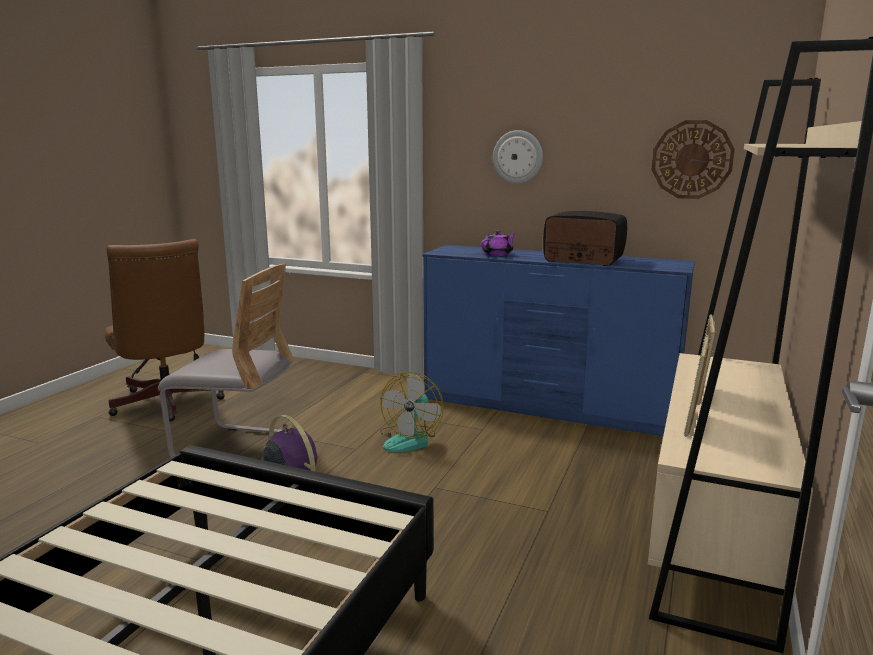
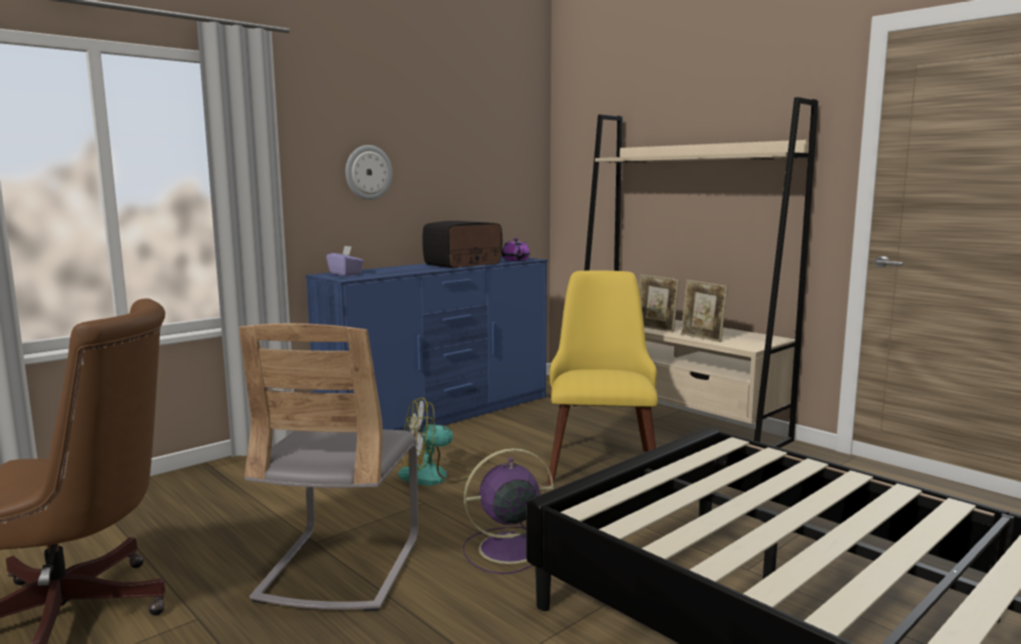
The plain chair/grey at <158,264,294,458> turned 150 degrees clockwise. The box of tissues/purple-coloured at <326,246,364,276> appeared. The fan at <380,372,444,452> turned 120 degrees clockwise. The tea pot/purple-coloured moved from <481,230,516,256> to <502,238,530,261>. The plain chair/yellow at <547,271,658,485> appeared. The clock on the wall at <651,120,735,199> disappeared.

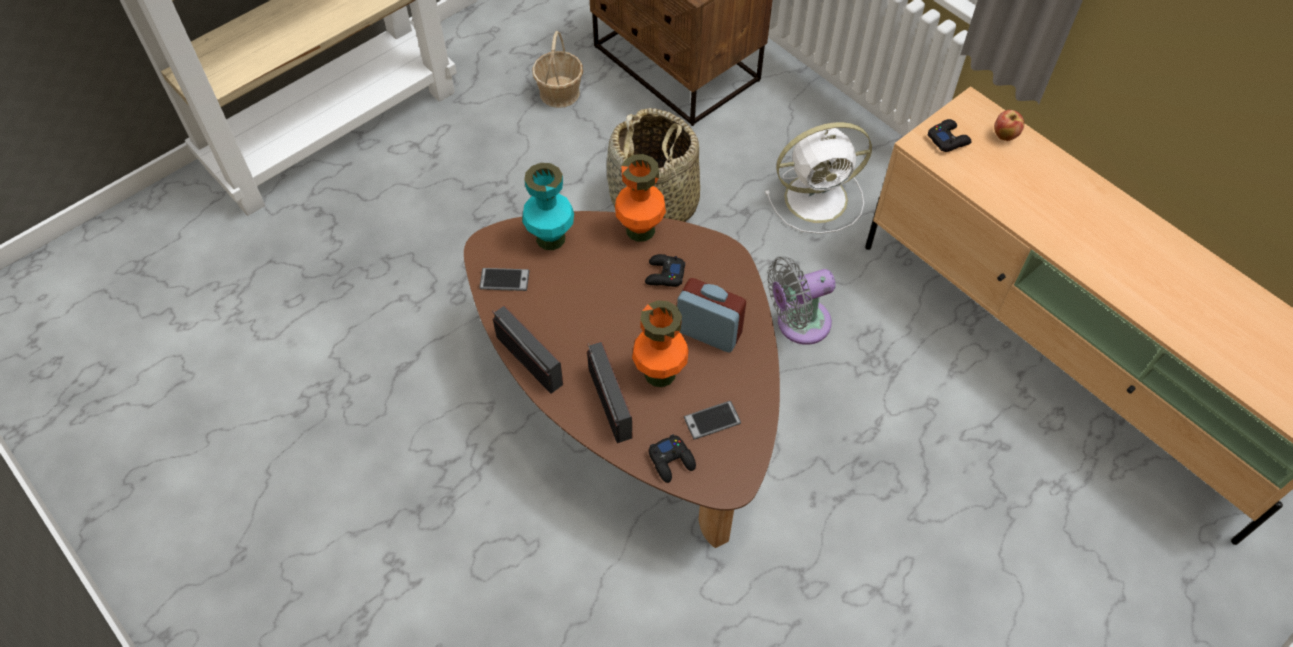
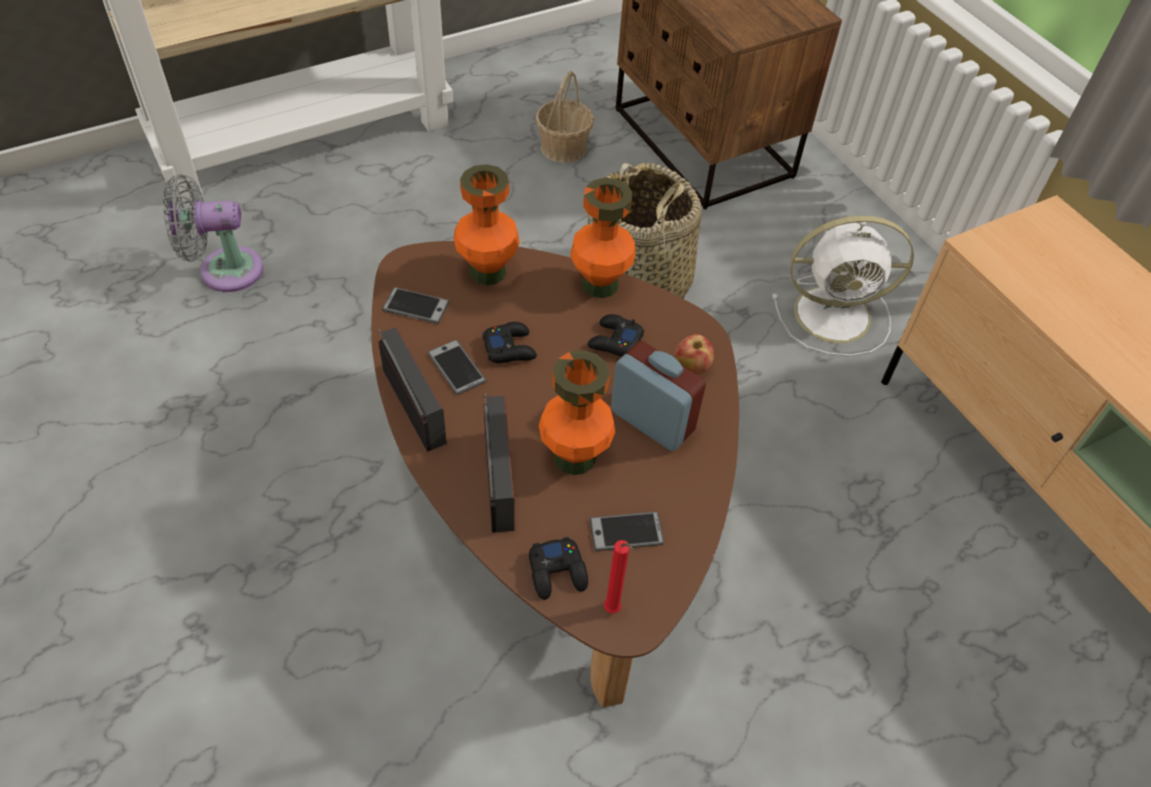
The fan/grey moved from <767,256,836,345> to <163,174,263,292>. The handset at <428,340,486,395> appeared. The vase/turquoise-coloured at <522,163,574,250> became the vase/orange-coloured at <454,164,520,285>. The joypad/black moved from <928,119,972,152> to <482,322,537,363>. The wax candle/red-coloured at <604,540,635,614> appeared. The whole apple moved from <994,110,1024,141> to <675,334,714,375>.

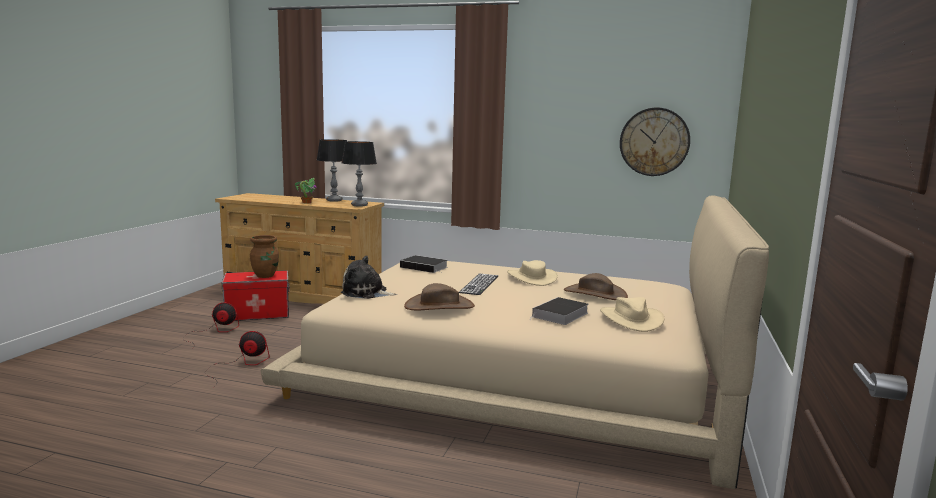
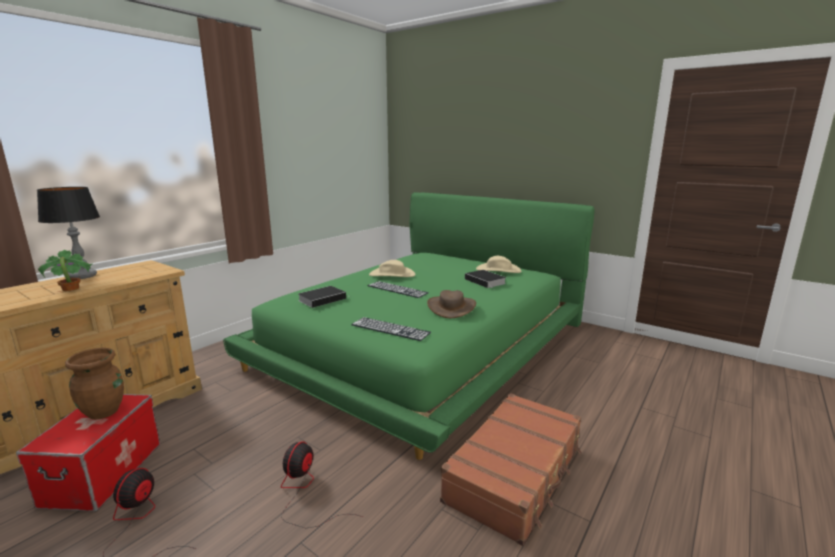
The bedroom bed/beige-coloured at <261,195,769,489> became the bedroom bed/green-coloured at <223,192,594,460>. The cuddly toy at <341,256,398,299> was replaced by the computer keyboard at <351,317,431,341>. The travel case/brown-coloured at <440,393,581,546> appeared. The tabletop lamp at <342,141,377,206> disappeared. The wearable hat/brown-coloured at <564,273,628,300> disappeared. The clock on the wall at <620,107,690,176> disappeared.

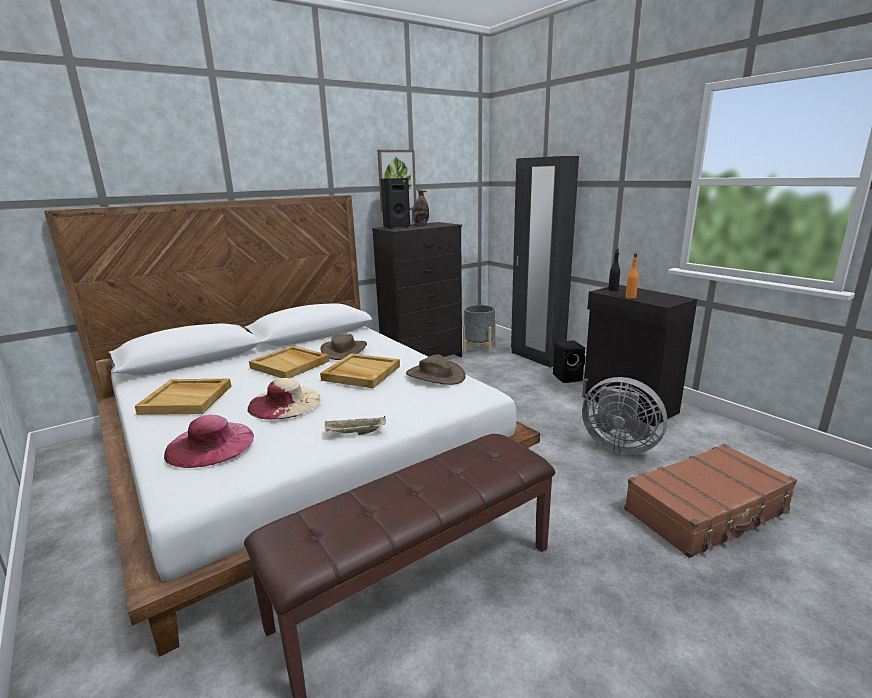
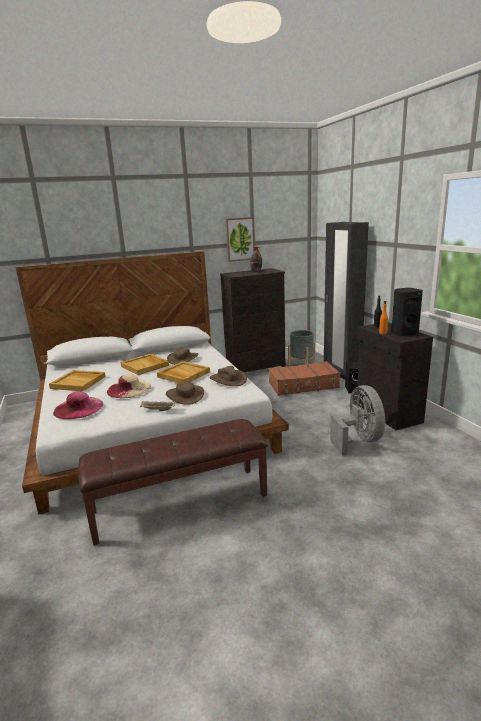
The wearable hat/brown-coloured at <166,382,204,405> appeared. The travel case/brown-coloured moved from <624,444,797,558> to <269,361,340,396>. The fan/grey at <582,377,667,455> turned 150 degrees counterclockwise. The loudspeaker/black moved from <381,178,410,229> to <391,288,423,336>.

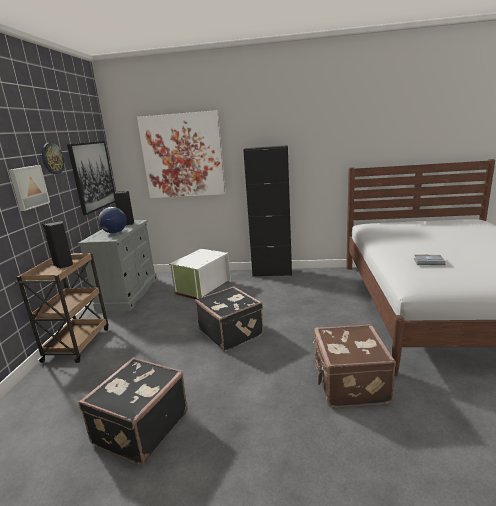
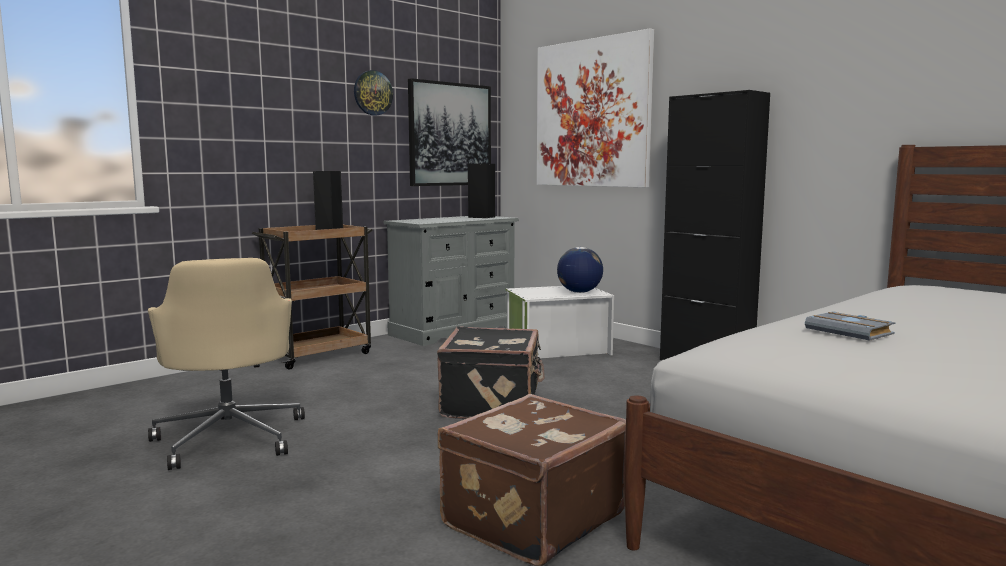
The travel case/black at <78,357,188,465> was replaced by the office chair/beige-coloured at <148,258,305,470>. The world globe moved from <98,207,127,233> to <557,247,603,293>. The wall art at <9,165,50,211> disappeared.

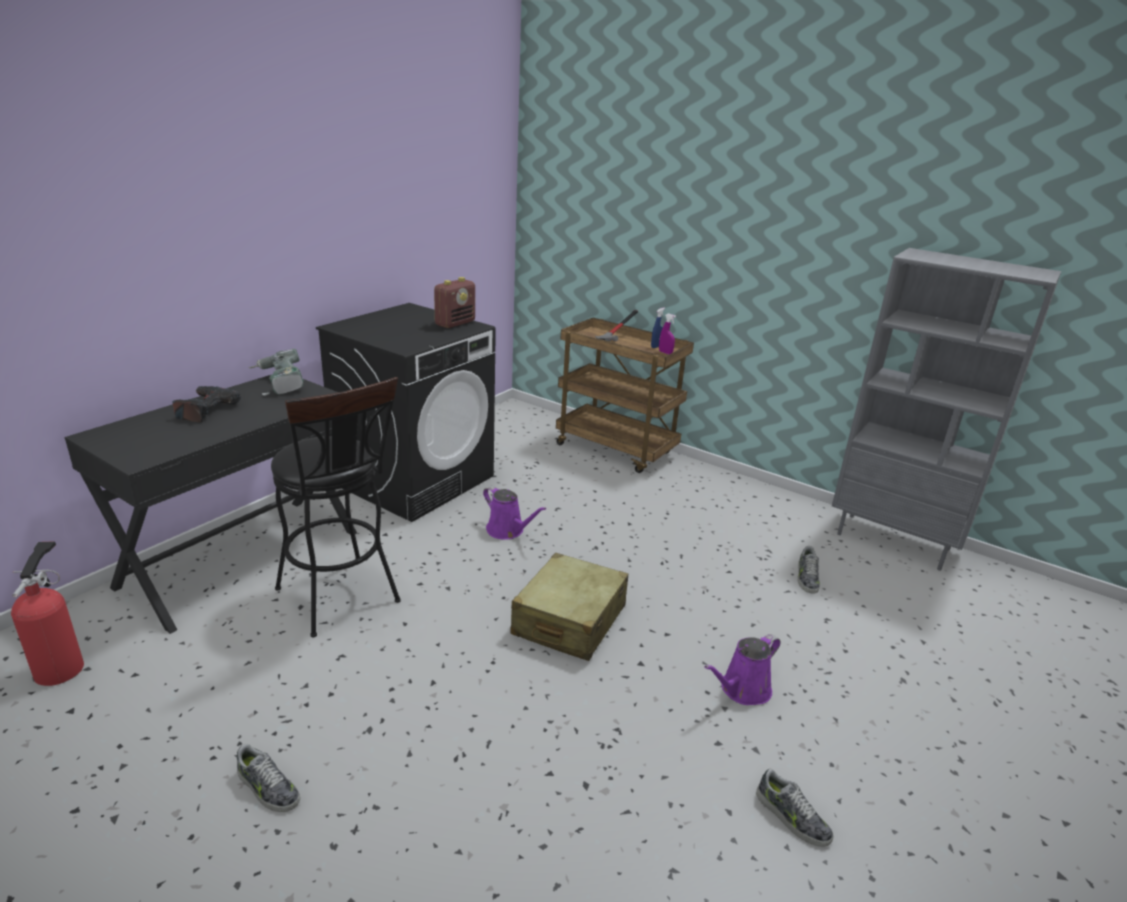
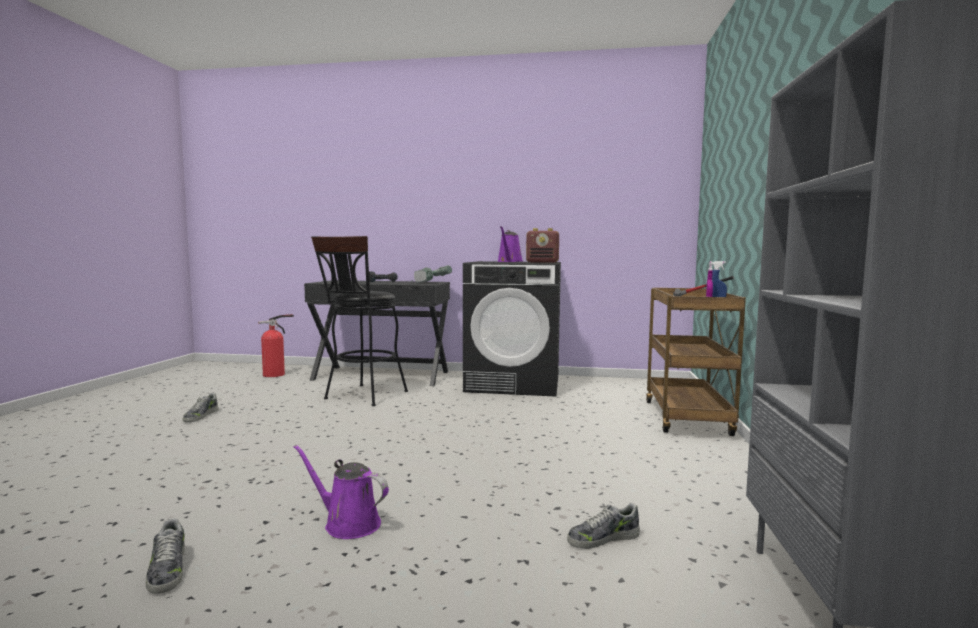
The item of footwear at <756,769,834,847> turned 45 degrees counterclockwise. The sprinkling can/purple-coloured moved from <483,486,546,540> to <497,226,523,262>. The travel case/beige-coloured at <511,553,628,661> disappeared.

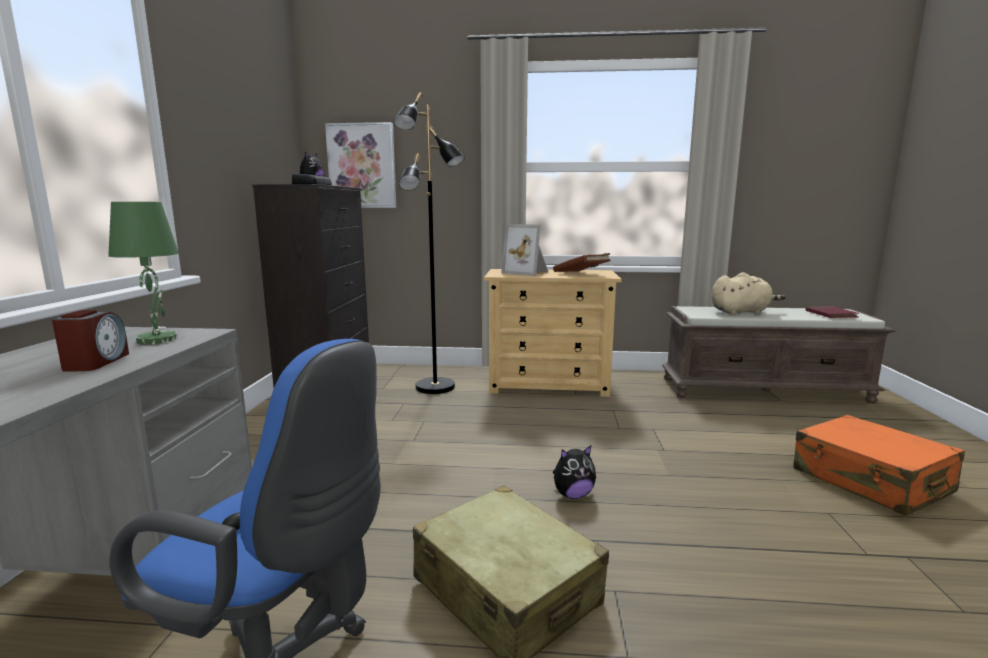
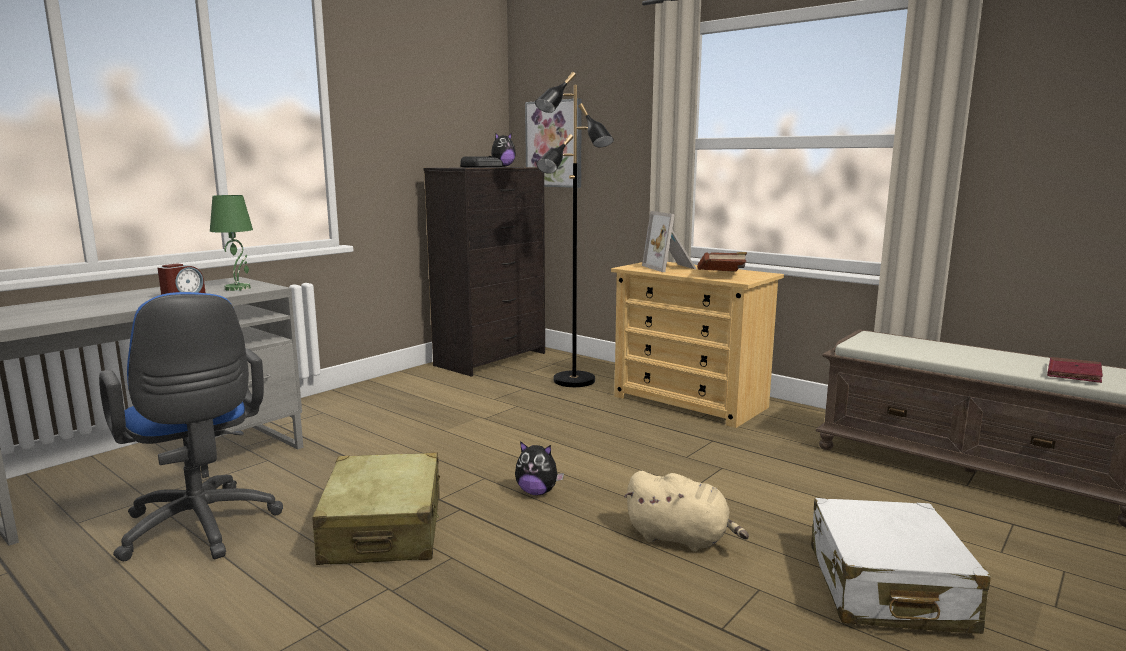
The cuddly toy/beige-coloured moved from <711,272,786,315> to <624,471,749,551>. The travel case/orange-coloured at <793,415,965,516> became the travel case/white at <811,498,991,634>.

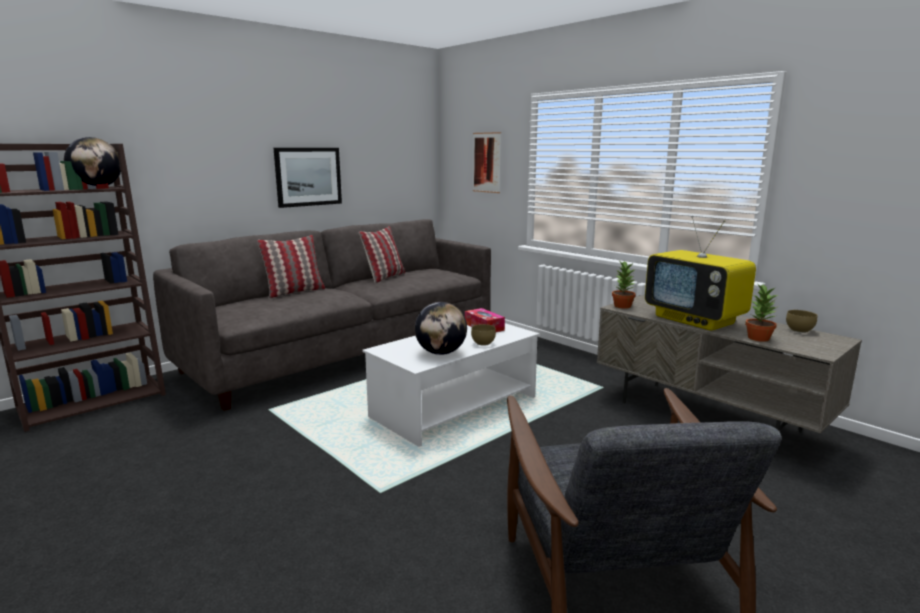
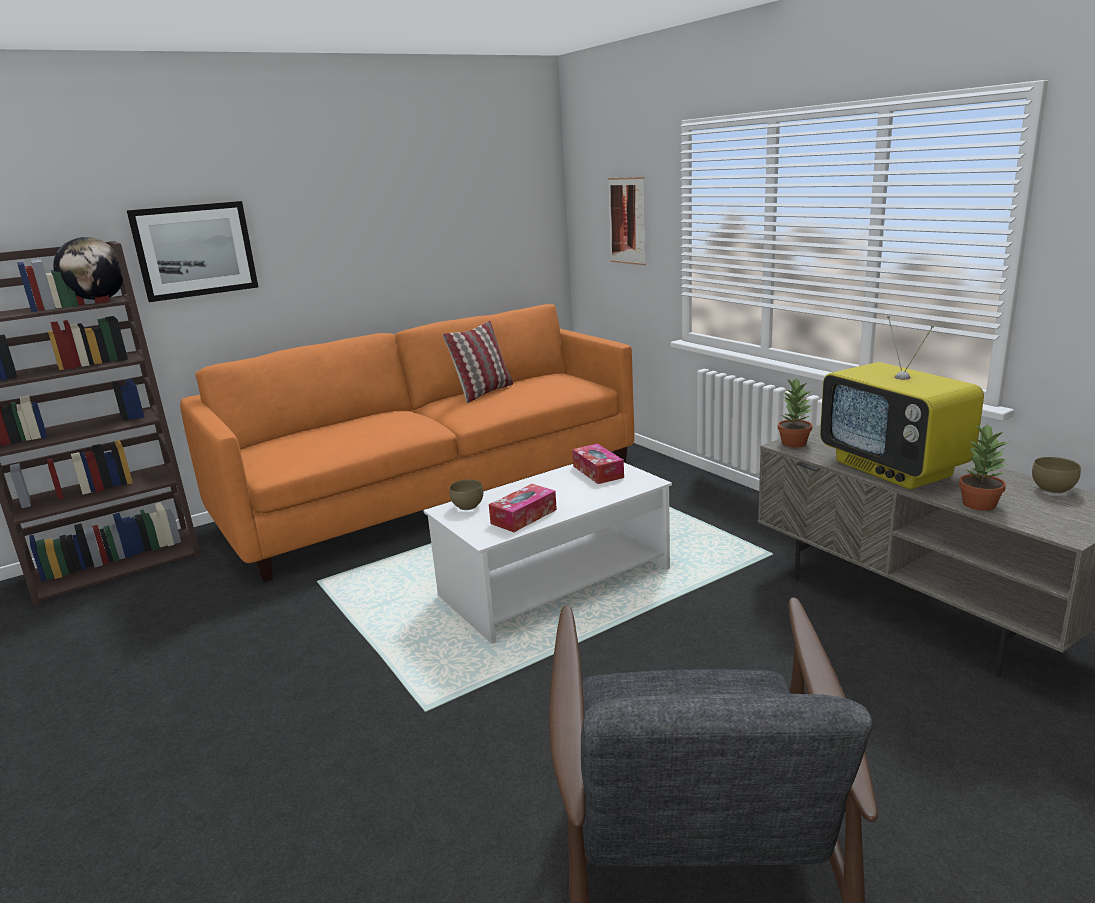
The wall art moved from <274,148,342,208> to <127,201,258,302>. The sofa/grey at <153,219,491,411> became the sofa/orange-coloured at <180,304,634,582>. The deep dish/brown-coloured moved from <471,324,496,346> to <449,479,483,510>. The world globe at <415,302,467,355> was replaced by the box of tissues at <489,484,557,532>. The throw pillow at <257,235,325,298> disappeared.

